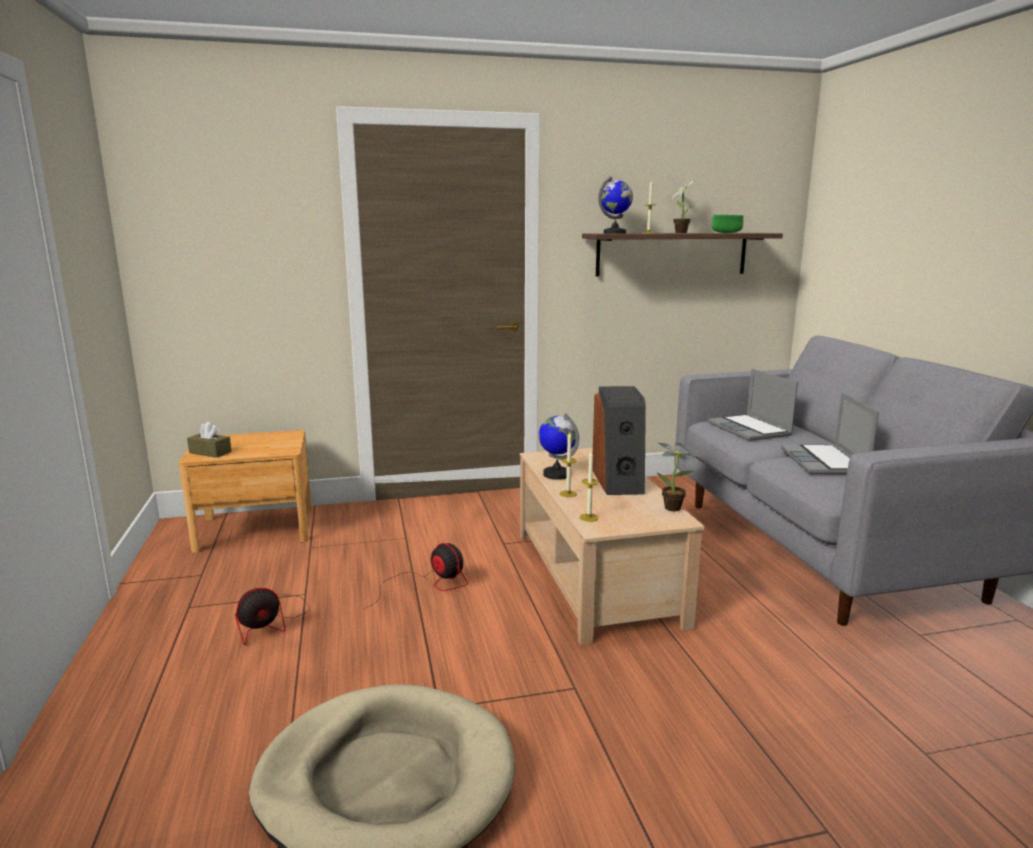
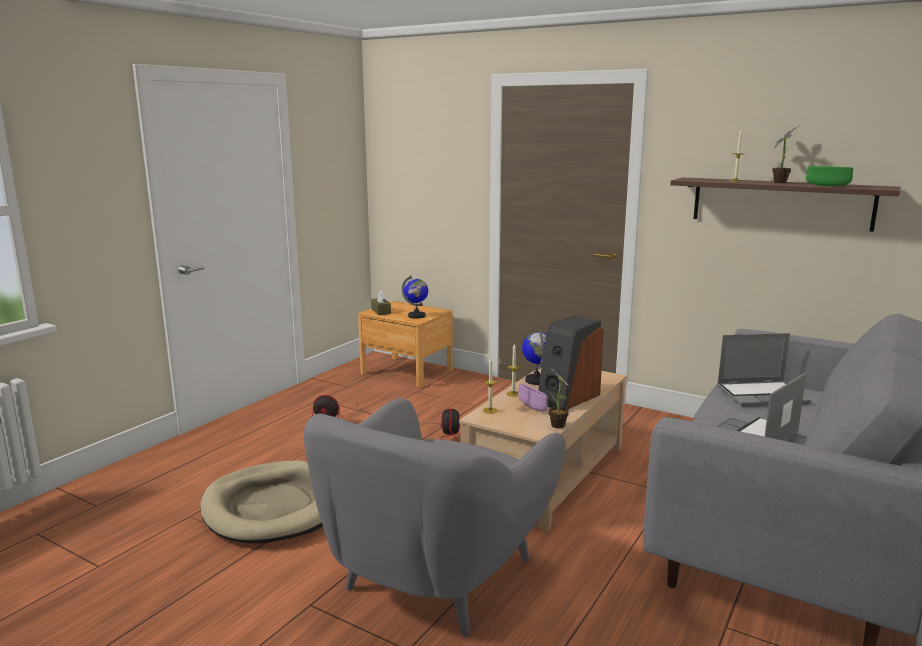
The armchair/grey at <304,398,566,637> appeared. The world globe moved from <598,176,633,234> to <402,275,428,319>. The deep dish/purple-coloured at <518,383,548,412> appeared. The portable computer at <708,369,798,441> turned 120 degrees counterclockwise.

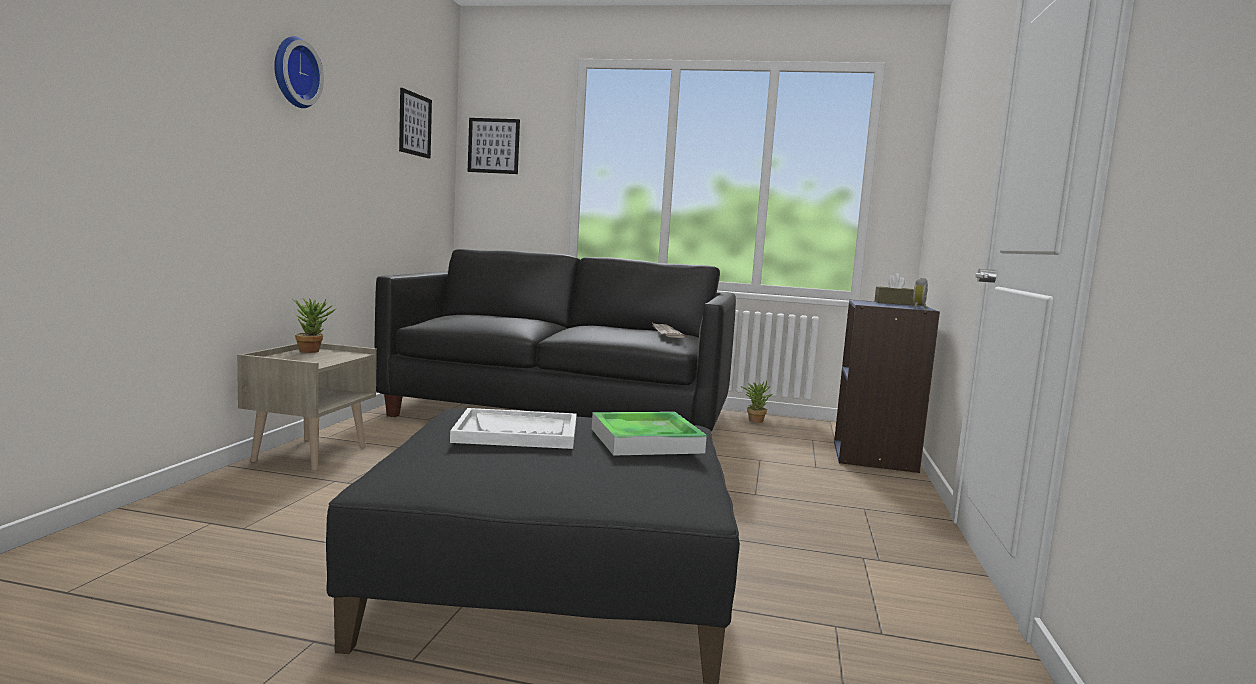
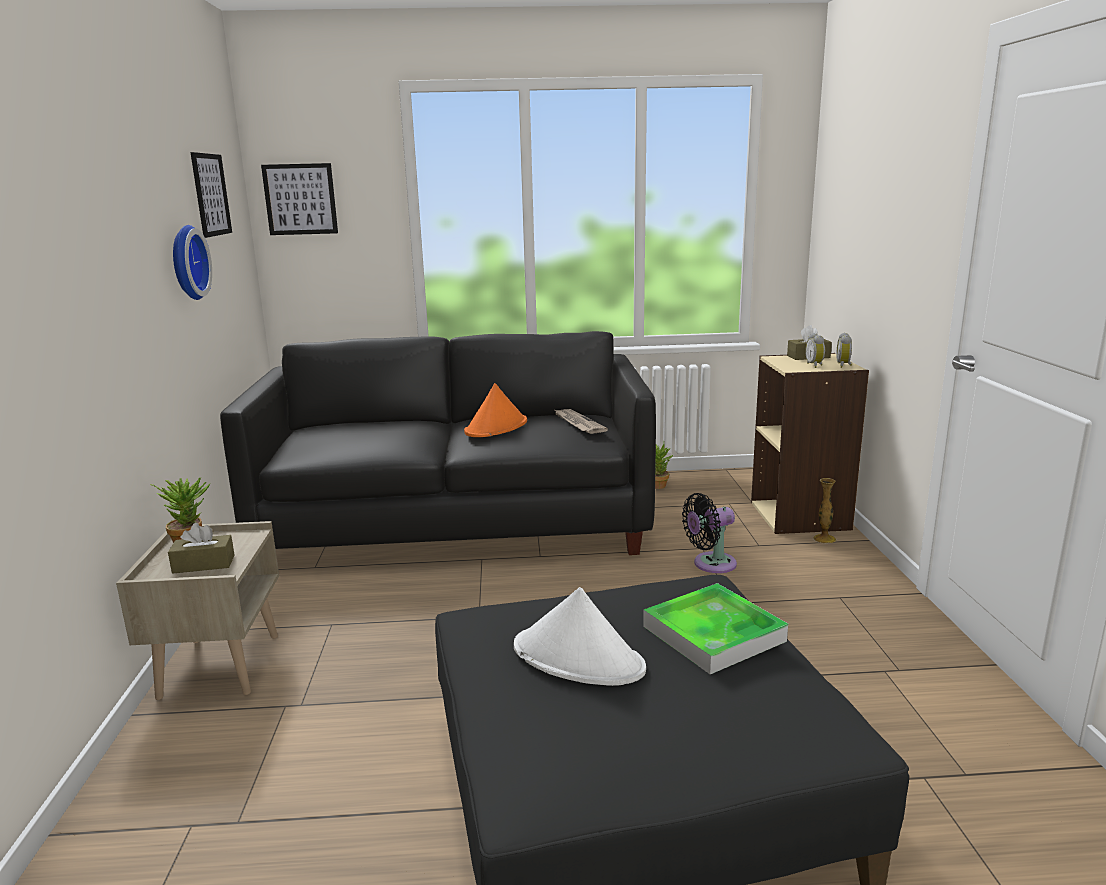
The box of tissues/brown-coloured at <168,523,234,574> appeared. The clock on the wall moved from <274,36,324,108> to <173,225,212,300>. The wearable hat/orange-coloured at <464,383,527,437> appeared. The tray/white at <450,408,577,449> was replaced by the wearable hat/white at <514,587,646,686>. The fan/black at <682,493,737,573> appeared. The bookshelf/blue-coloured at <834,299,940,473> became the bookshelf/beige-coloured at <751,353,869,534>. The bedside clock at <805,333,825,368> appeared. The vase at <813,478,837,544> appeared.

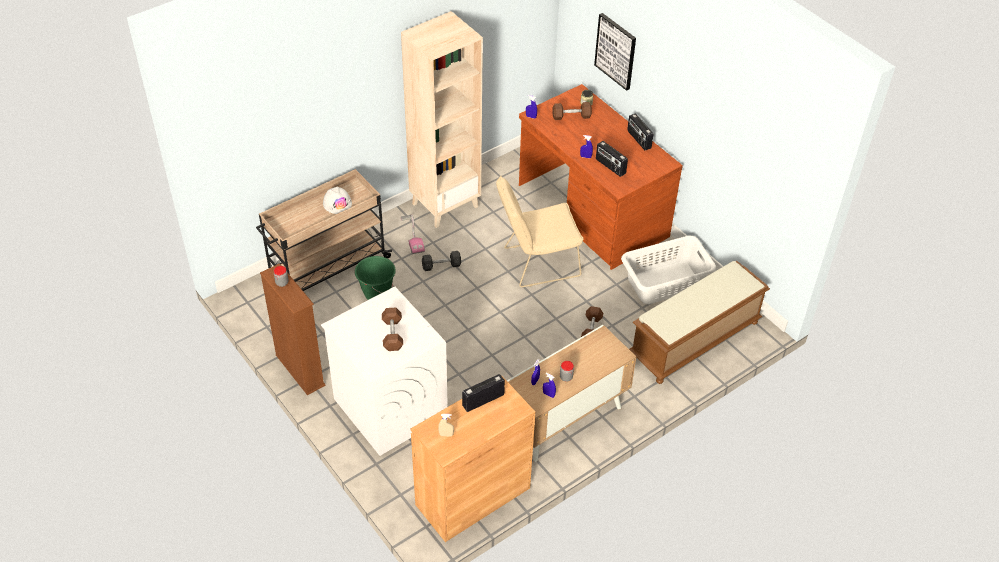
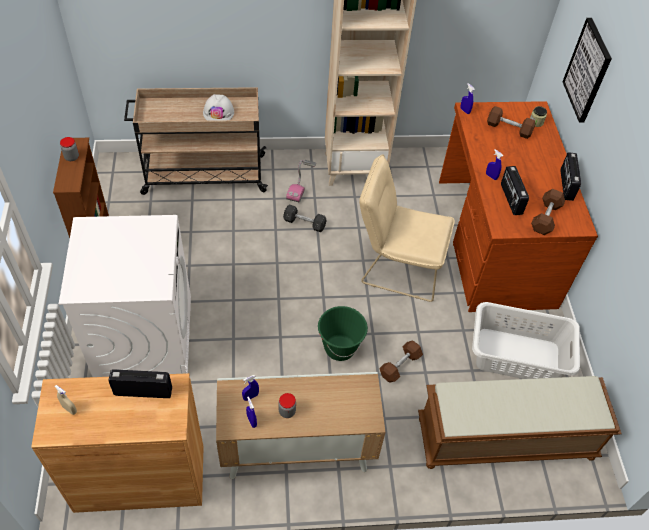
The pail/green-coloured moved from <355,256,396,300> to <318,306,368,361>. The hand weight/brown-coloured moved from <382,307,403,351> to <531,189,565,235>.

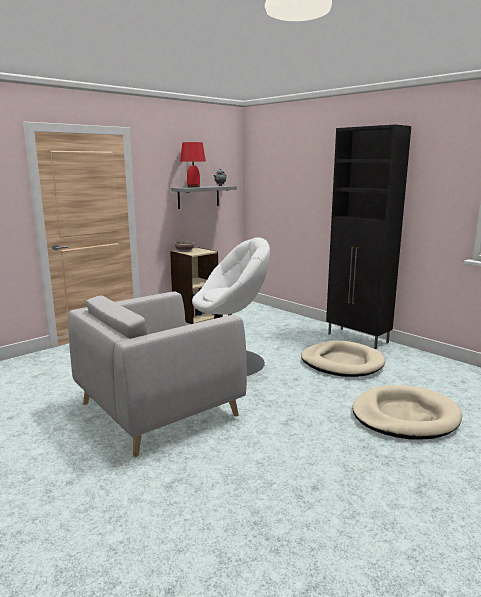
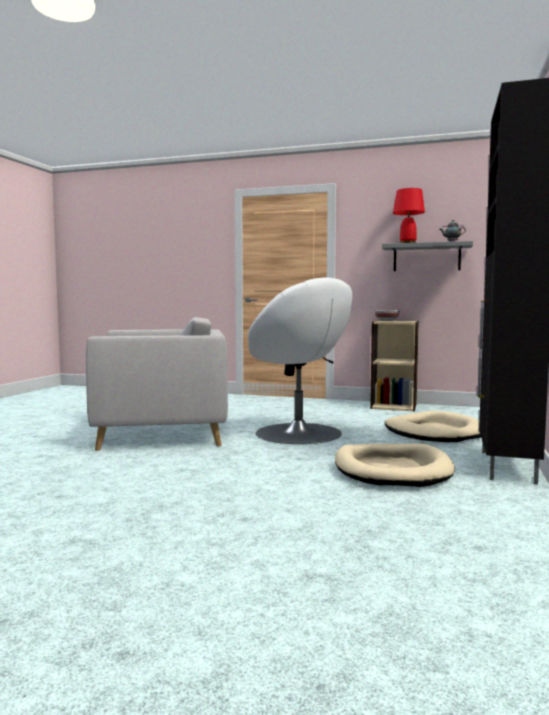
The armchair/grey at <68,291,247,457> turned 150 degrees clockwise. The pet bed/beige-coloured moved from <353,385,462,440> to <384,411,481,442>.

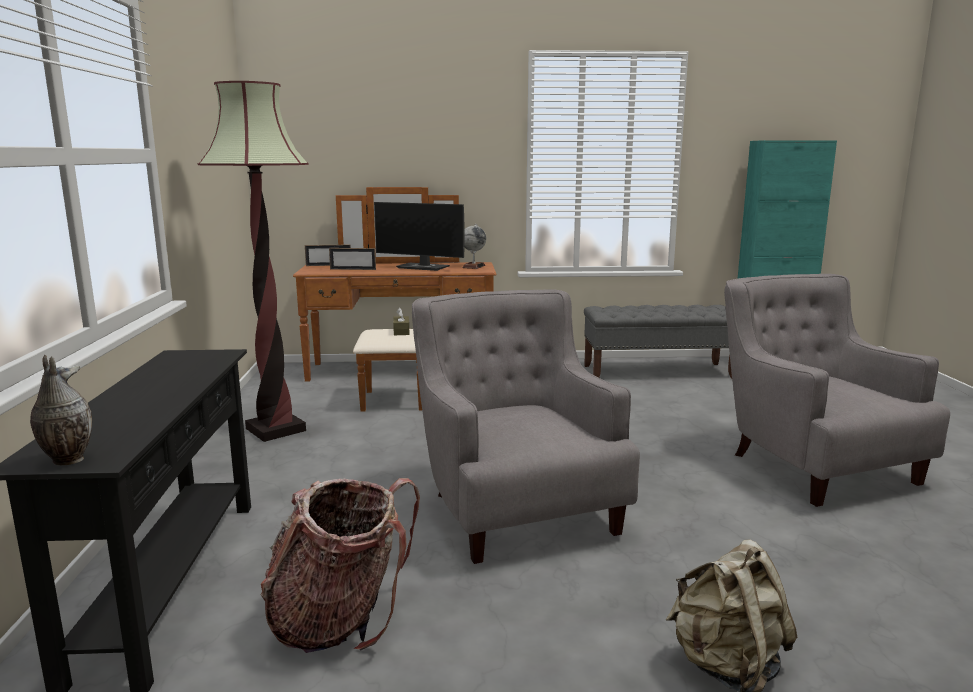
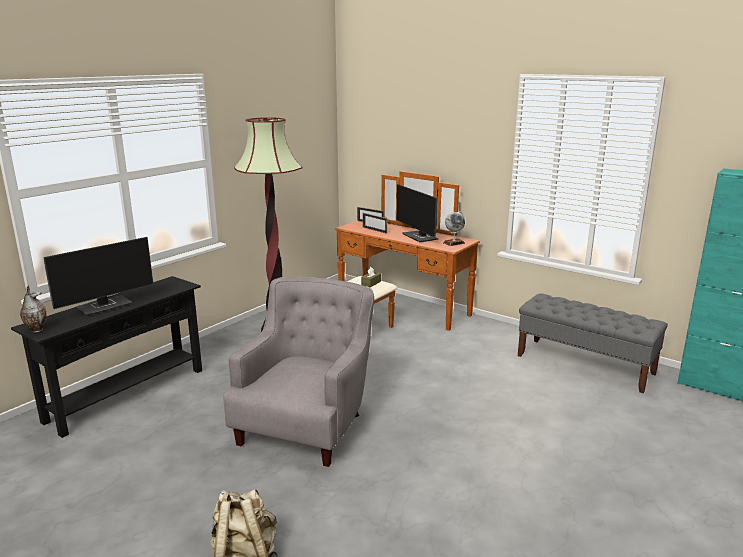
The computer screen at <43,237,153,316> appeared. The knapsack at <260,478,420,653> disappeared. The armchair/grey at <724,274,950,507> disappeared.

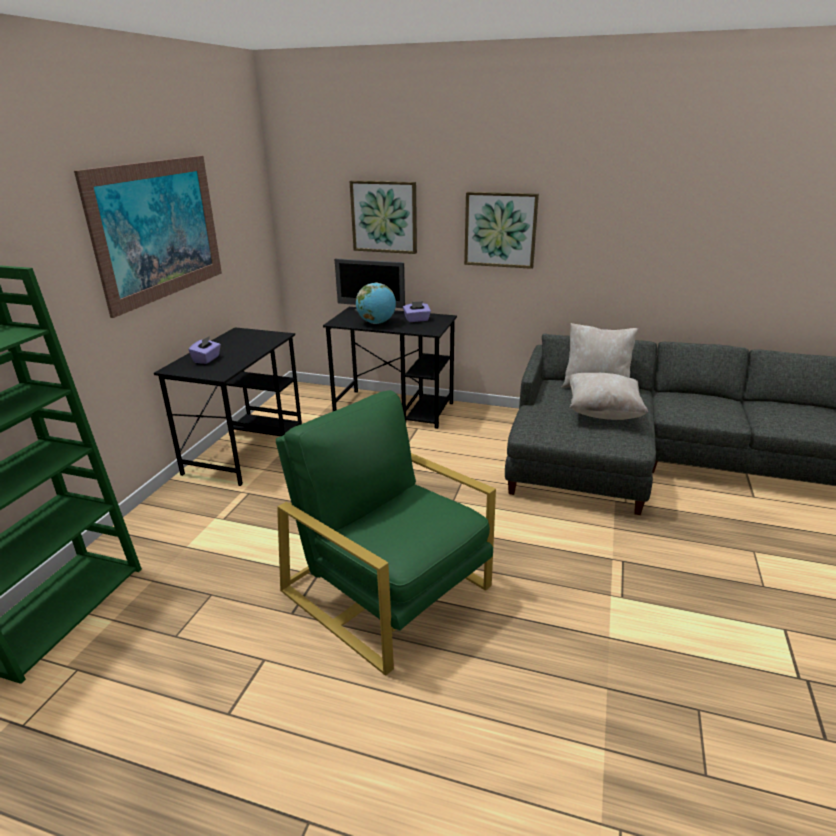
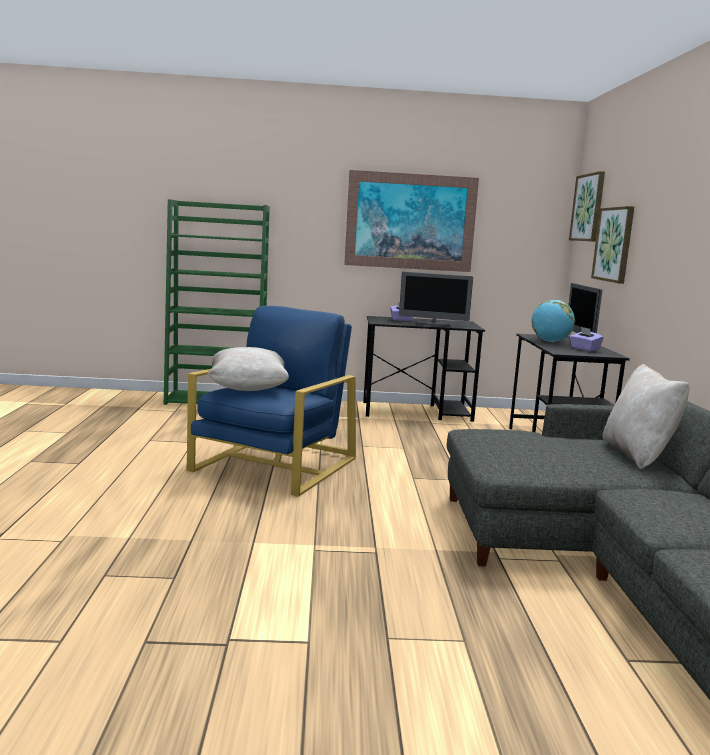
The armchair/green-coloured at <276,390,496,676> became the armchair/blue-coloured at <187,306,356,497>. The throw pillow/beige-coloured moved from <569,373,648,420> to <208,347,289,391>. The computer screen at <399,272,473,326> appeared. The wall art moved from <464,192,539,269> to <569,171,605,242>.

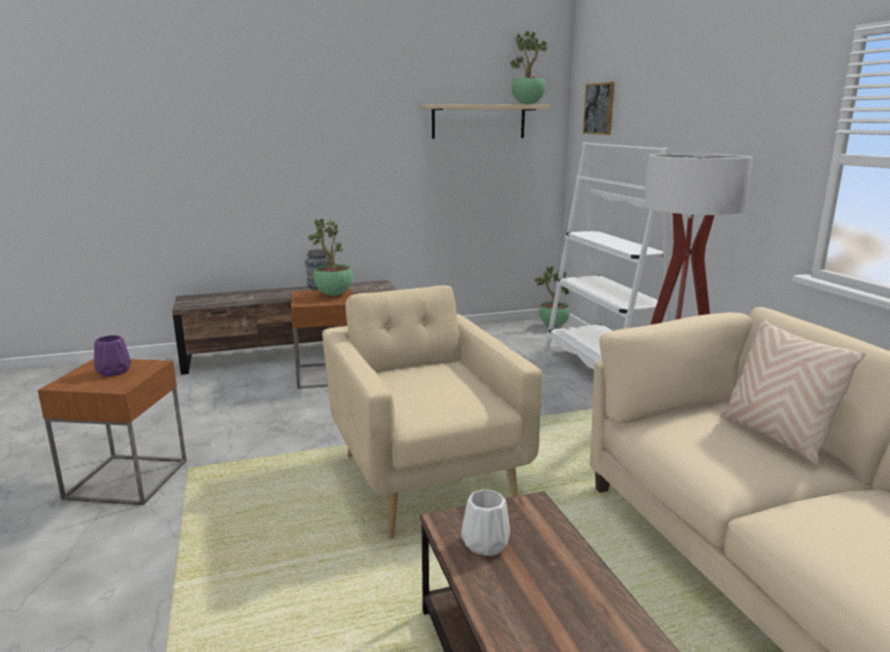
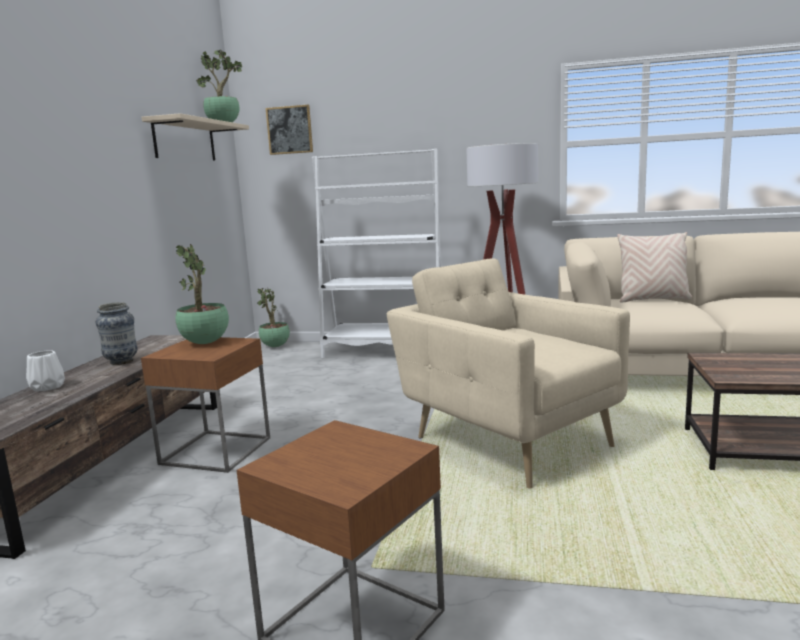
The vase/white moved from <461,490,510,556> to <26,350,65,391>. The armchair/beige-coloured at <322,285,543,539> turned 45 degrees clockwise. The vase/purple-coloured at <94,335,131,377> disappeared.

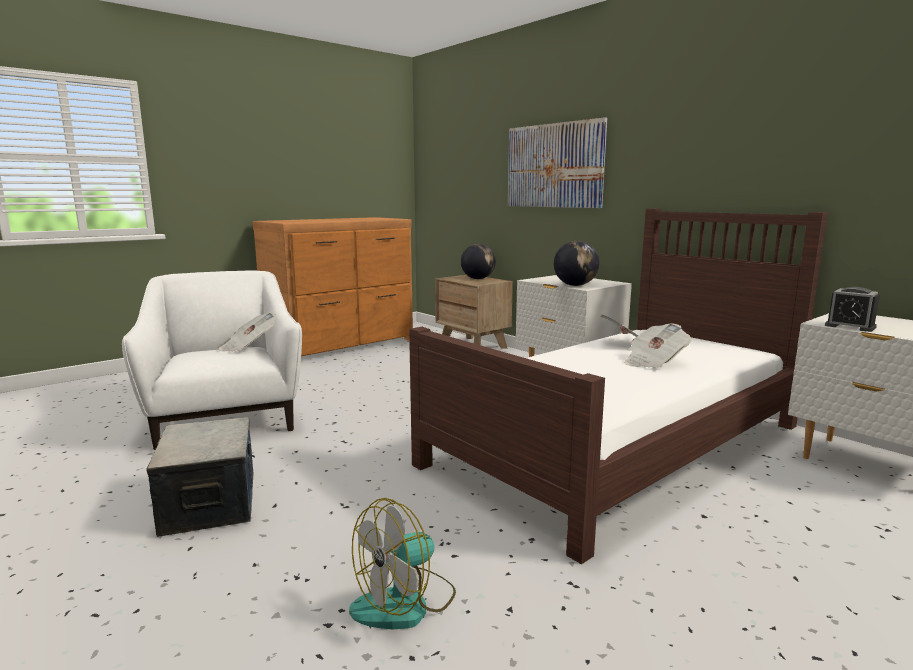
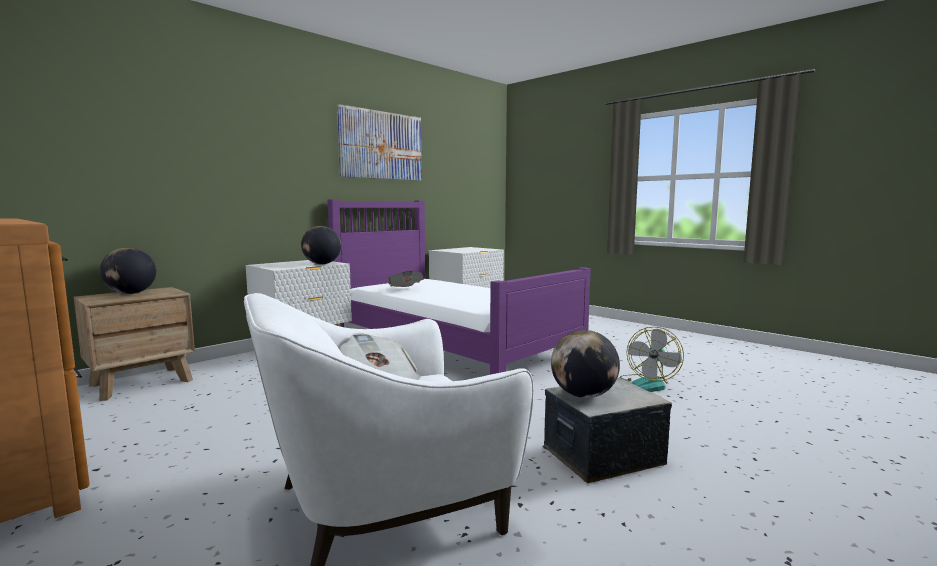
The bedroom bed/brown-coloured at <409,209,828,564> became the bedroom bed/purple-coloured at <328,199,591,375>. The wall art moved from <508,117,607,208> to <337,104,422,181>. The world globe at <551,330,620,398> appeared. The fan at <349,498,456,629> turned 75 degrees clockwise. The daily paper at <624,323,691,368> disappeared. The bedside clock at <825,287,880,332> disappeared.

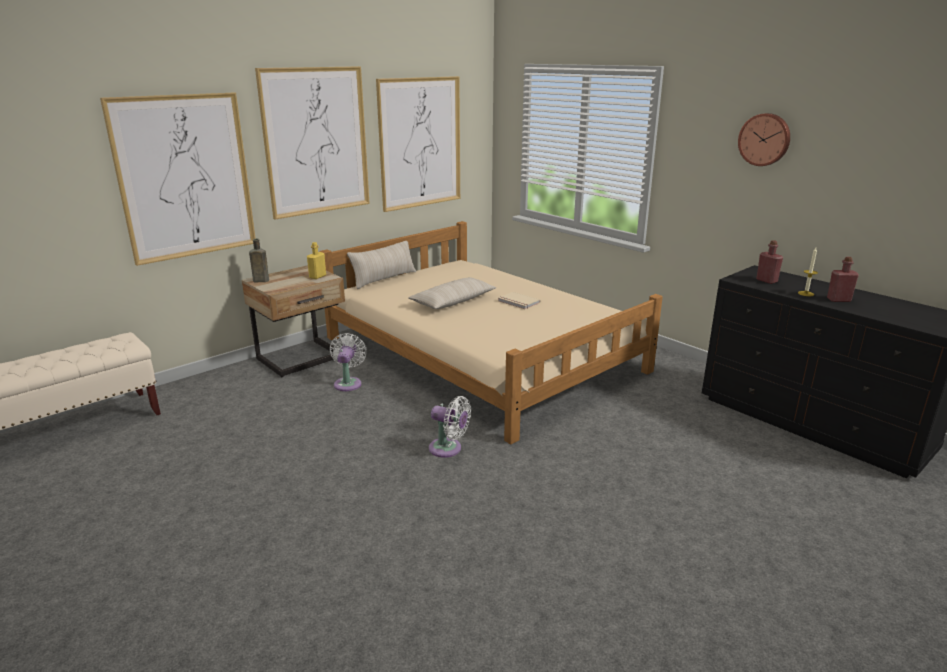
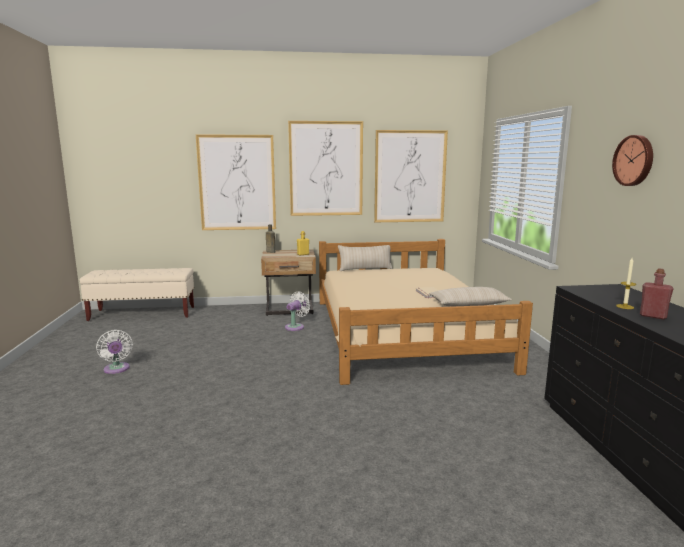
The fan/white moved from <429,396,471,458> to <96,330,133,374>. The throw pillow/beige-coloured moved from <408,277,496,309> to <429,287,512,306>. The beverage bottle/red-coloured at <756,240,783,284> disappeared.

